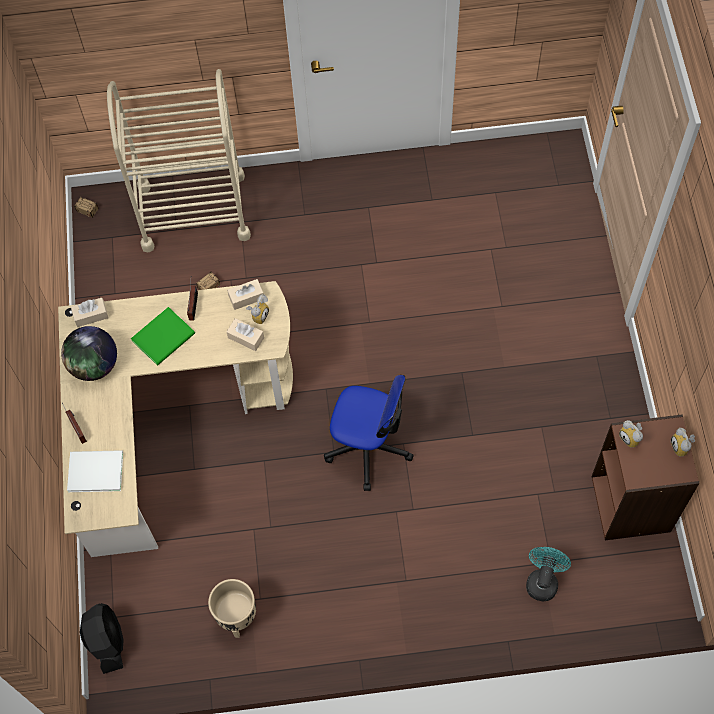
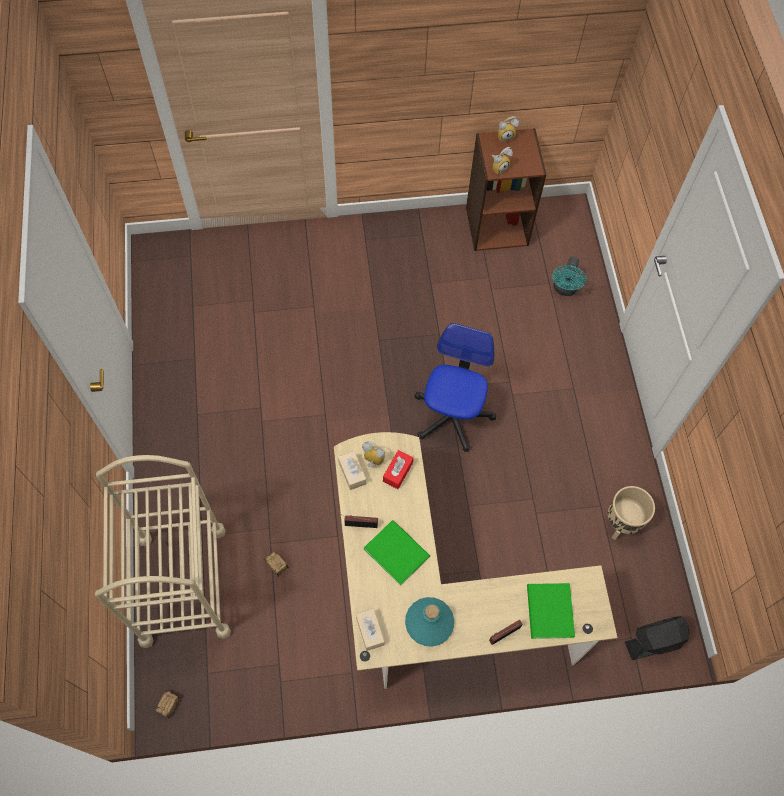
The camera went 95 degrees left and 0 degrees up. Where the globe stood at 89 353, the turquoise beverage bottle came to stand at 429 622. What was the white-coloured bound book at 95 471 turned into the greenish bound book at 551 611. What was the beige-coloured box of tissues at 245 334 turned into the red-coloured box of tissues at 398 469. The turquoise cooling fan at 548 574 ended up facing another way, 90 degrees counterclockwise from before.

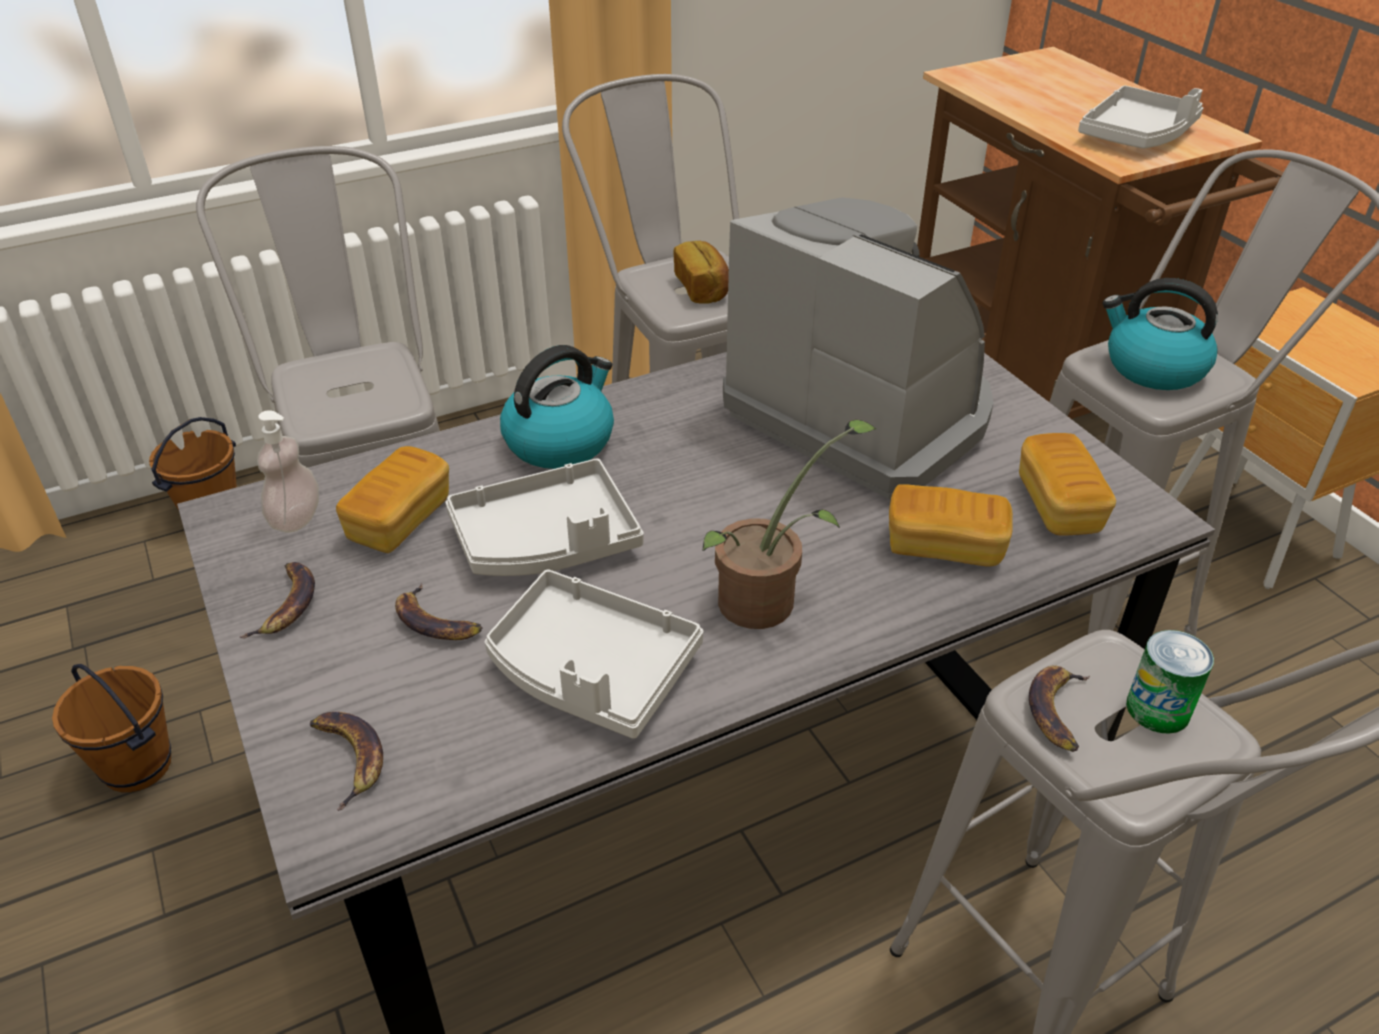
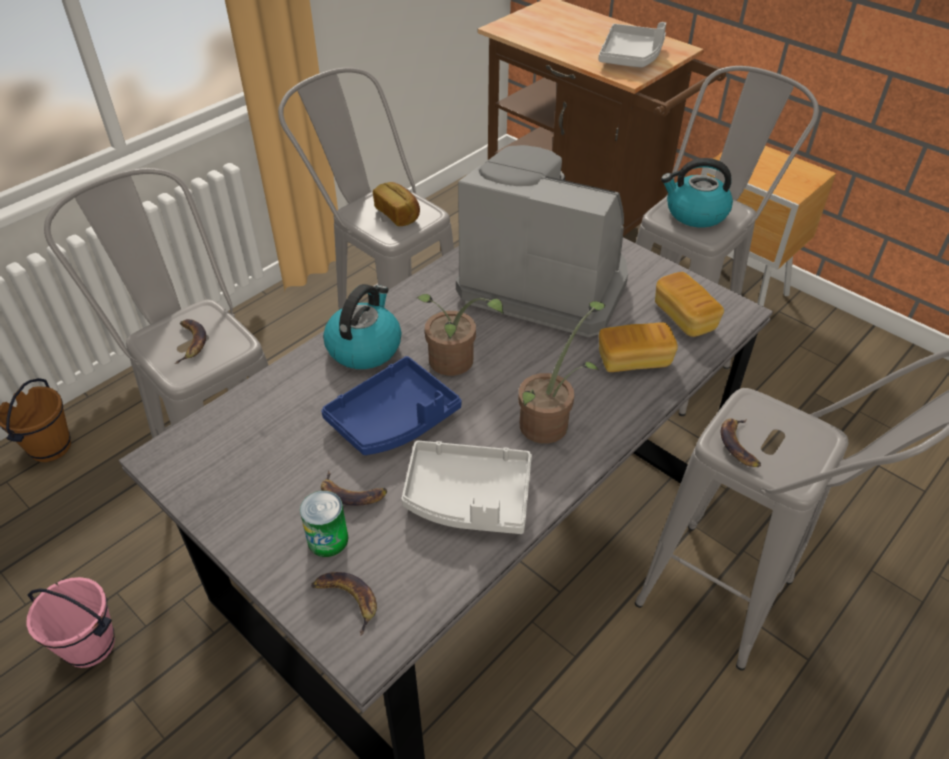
The camera went 20 degrees left and 5 degrees up. What was the brown bucket at 111 728 turned into the pink bucket at 70 622. The whole banana ended up elsewhere, having gone from 277 600 to 190 341. The second view lost the liquid soap bottle at 288 471. The second view lost the bakery bread at 392 499. What was the greyish tray at 544 517 turned into the blue-coloured tray at 391 405. The can ended up elsewhere, having gone from 1170 682 to 324 524. The second view gained the potted plant at 460 335.

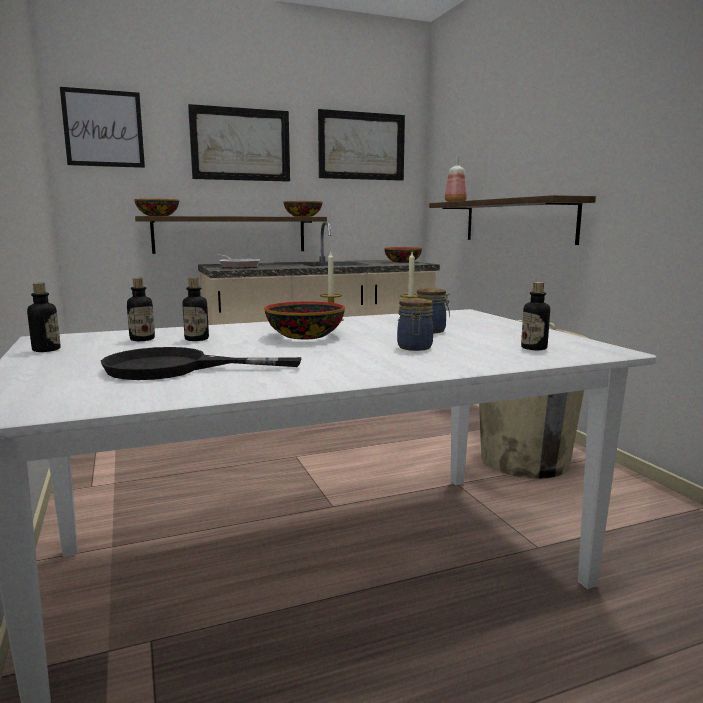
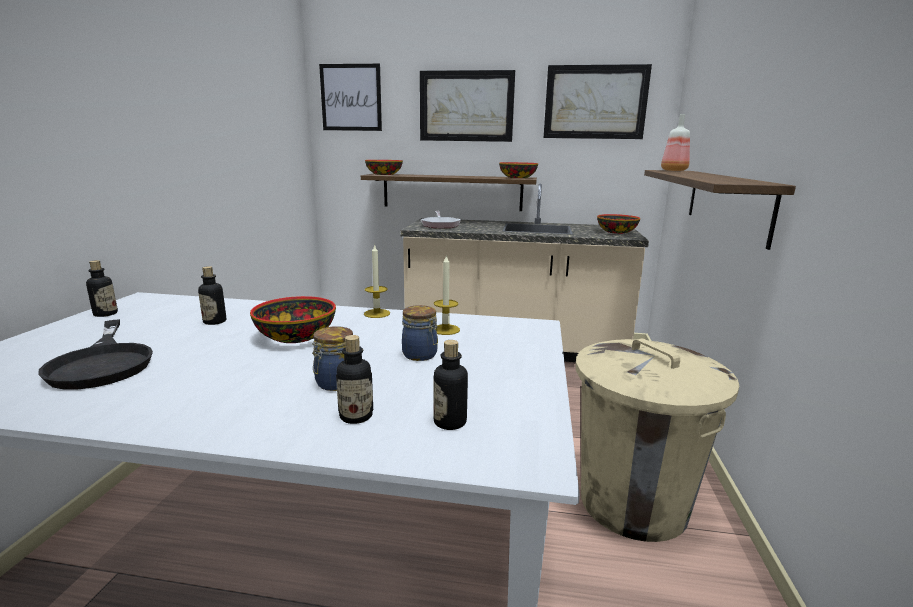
The camera went 30 degrees right and 5 degrees up. The black-coloured pan at 201 363 ended up facing another way, 150 degrees counterclockwise from before. The beverage bottle ended up elsewhere, having gone from 141 309 to 354 379.

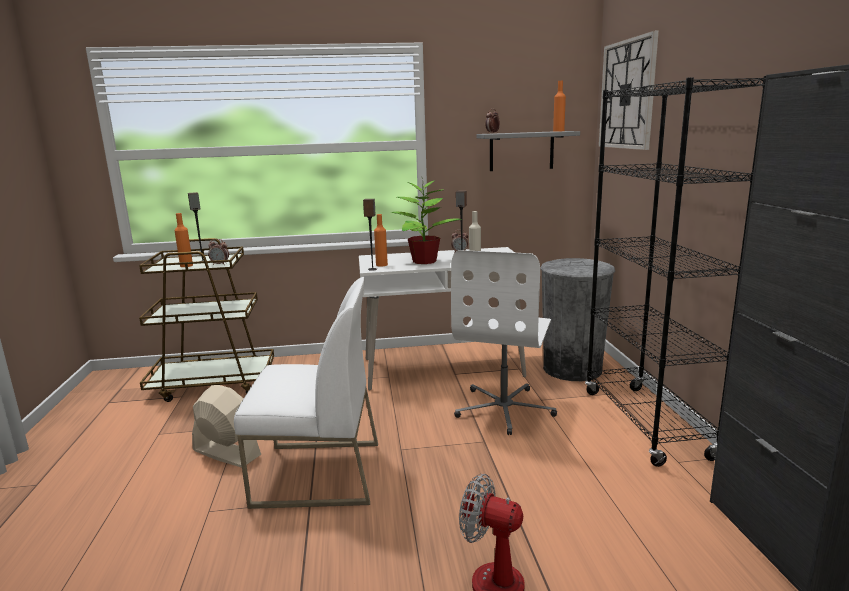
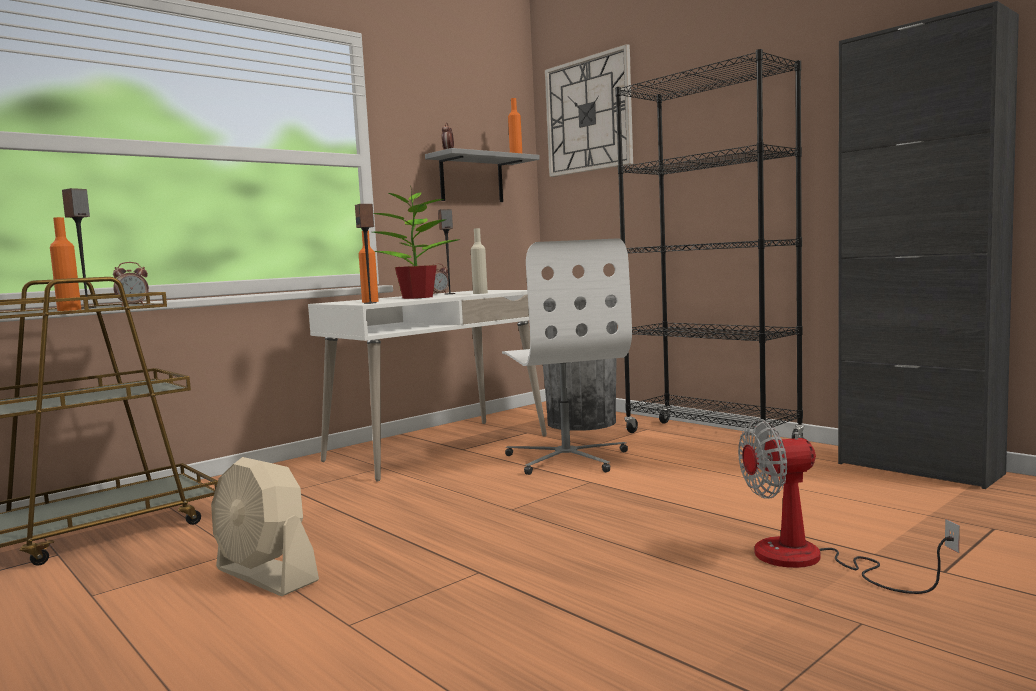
The camera went 35 degrees left and 10 degrees down. The beige-coloured cooling fan at 226 426 ended up facing another way, 135 degrees counterclockwise from before. The second view lost the white-coloured chair at 306 393.

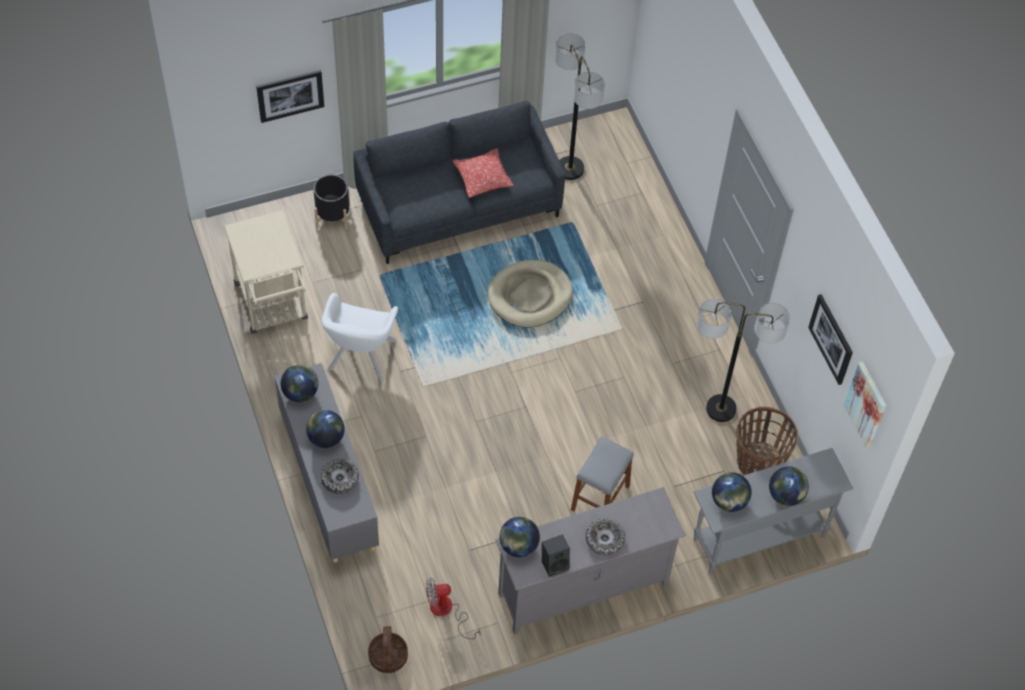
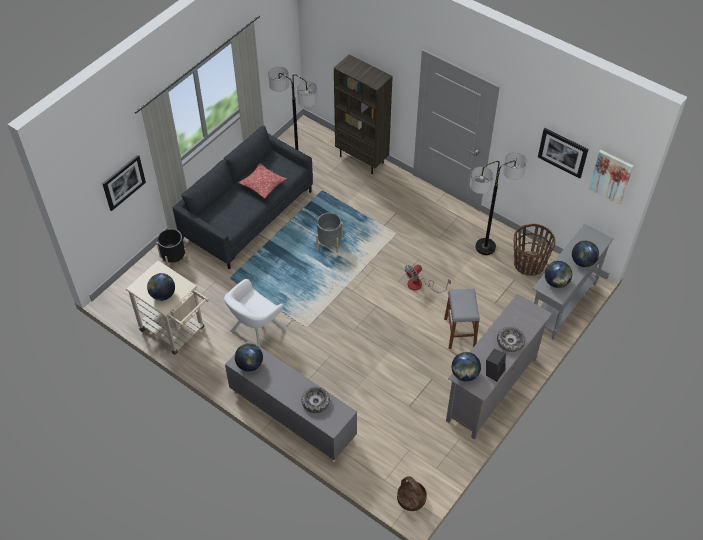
The camera went 30 degrees left and 5 degrees down. The globe ended up elsewhere, having gone from 325 429 to 161 287. The white-coloured armchair at 360 337 ended up facing another way, 60 degrees clockwise from before. The cooling fan ended up elsewhere, having gone from 453 608 to 428 279. Where the beige-coloured dog cushion stood at 530 293, the greyish flower pot came to stand at 329 232. The second view gained the brown bookshelf at 363 114.

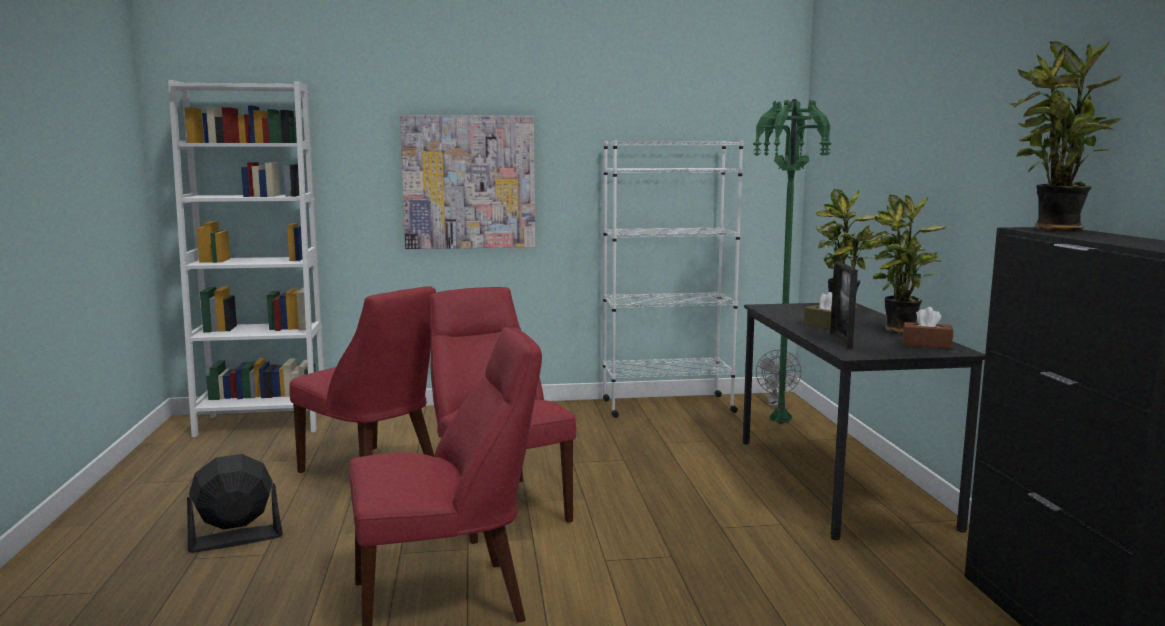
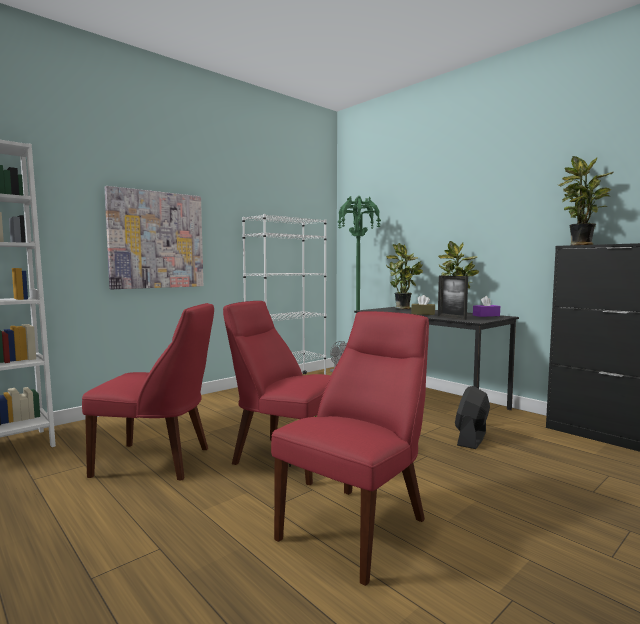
The camera went 35 degrees left and 5 degrees down. The black-coloured cooling fan ended up elsewhere, having gone from 235 503 to 472 417. What was the brown box of tissues at 928 328 turned into the purplish box of tissues at 486 306.

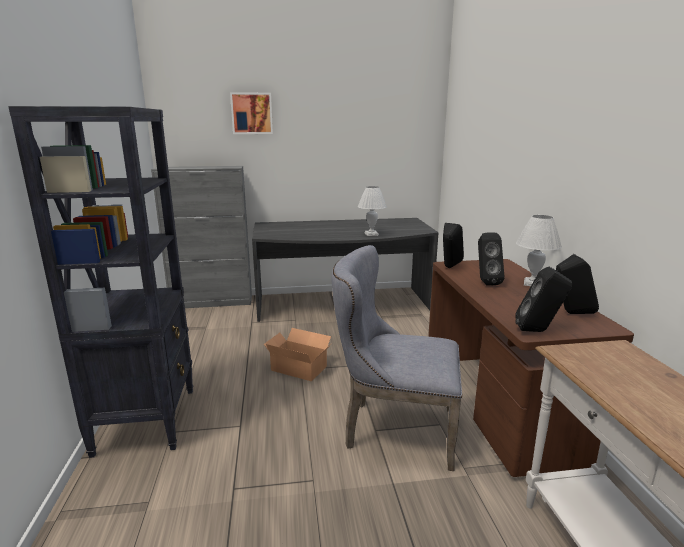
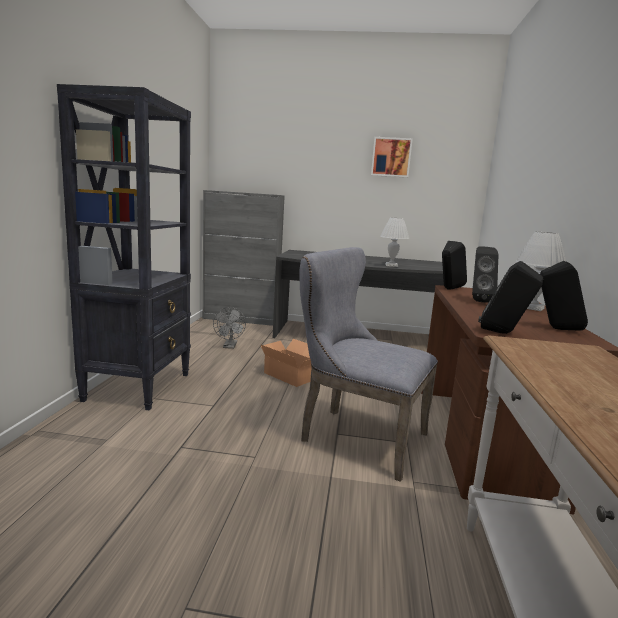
The camera went 15 degrees right and 5 degrees down. The wall art ended up elsewhere, having gone from 251 113 to 392 157. The second view gained the greyish cooling fan at 229 328.

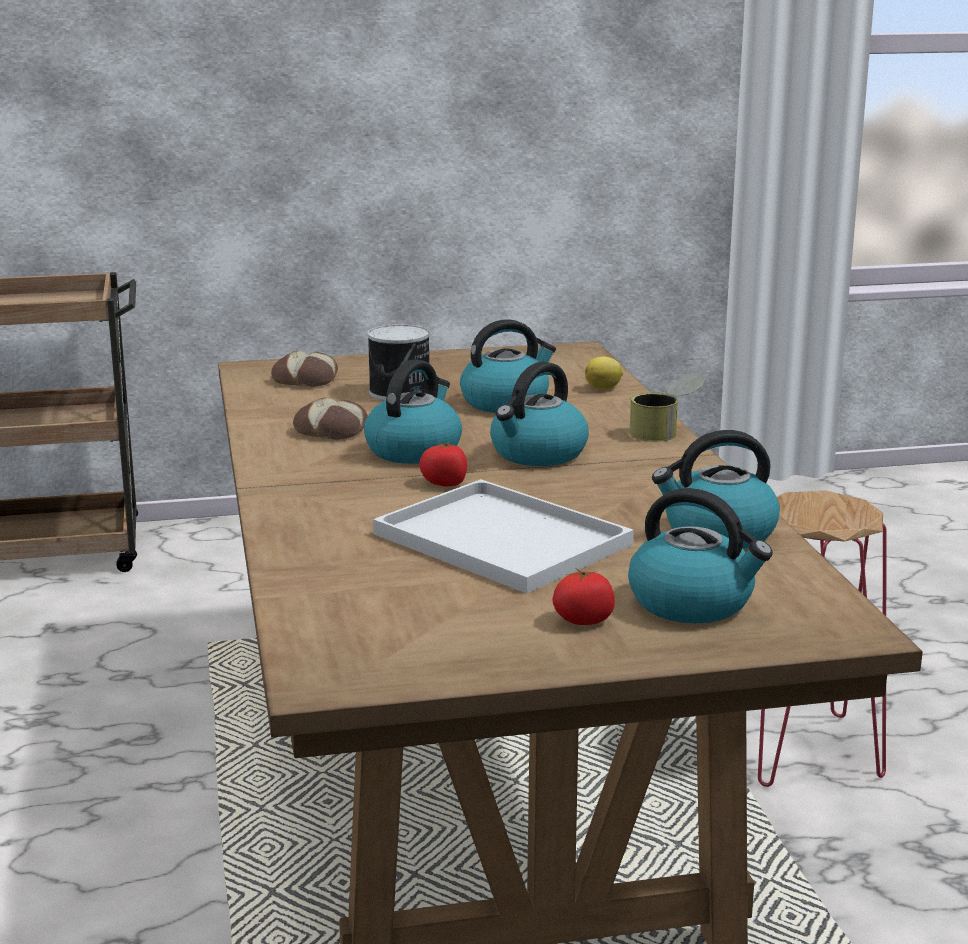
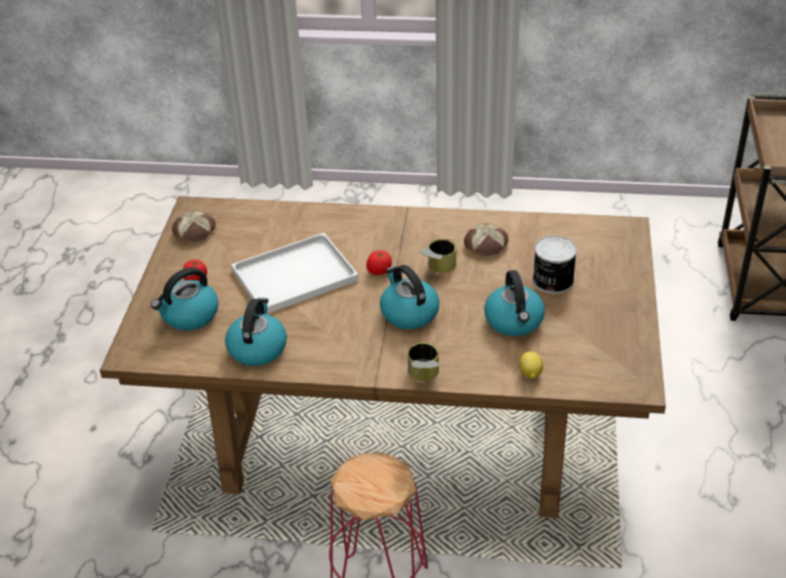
The camera went 110 degrees right and 20 degrees up. The bakery bread ended up elsewhere, having gone from 304 368 to 194 227. Where the kettle stood at 413 412, the can came to stand at 438 256.

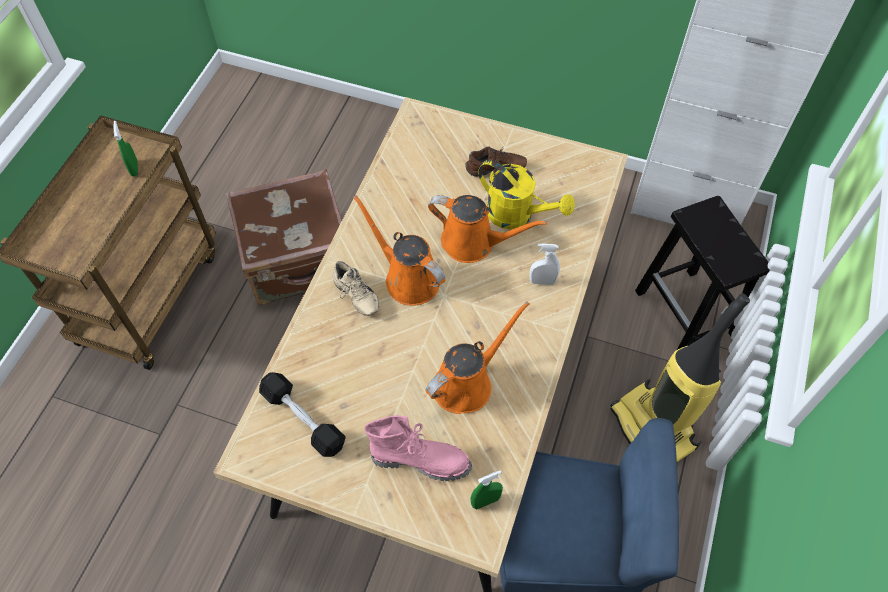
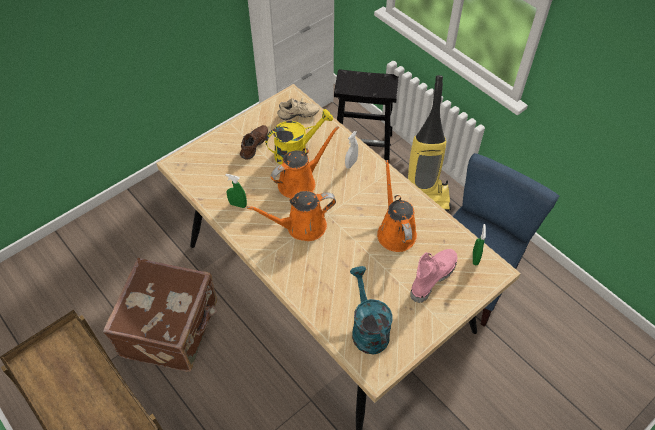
The camera went 60 degrees left and 5 degrees down. The greenish sprayer ended up elsewhere, having gone from 125 148 to 236 191. Where the black-coloured dumbbell stood at 302 414, the turquoise sprinkling can came to stand at 371 310. The beige-coloured low shoe ended up elsewhere, having gone from 356 288 to 298 109.

